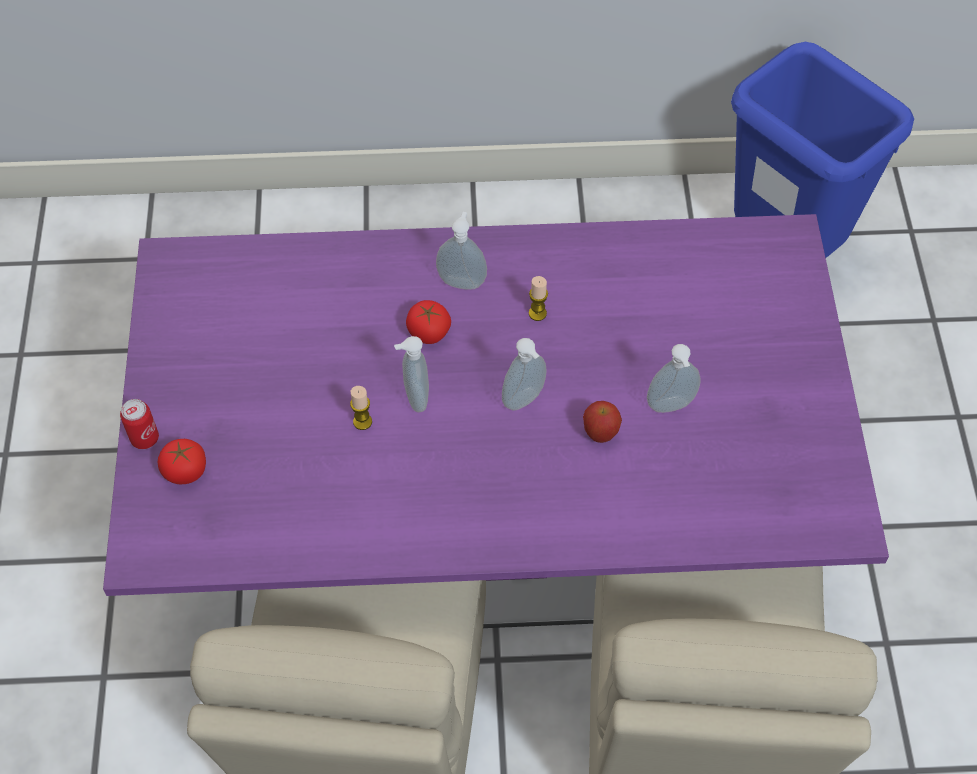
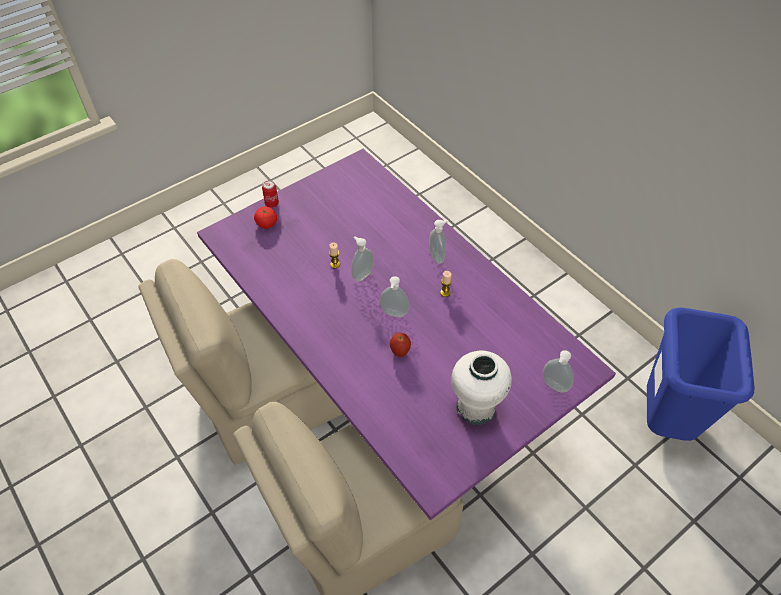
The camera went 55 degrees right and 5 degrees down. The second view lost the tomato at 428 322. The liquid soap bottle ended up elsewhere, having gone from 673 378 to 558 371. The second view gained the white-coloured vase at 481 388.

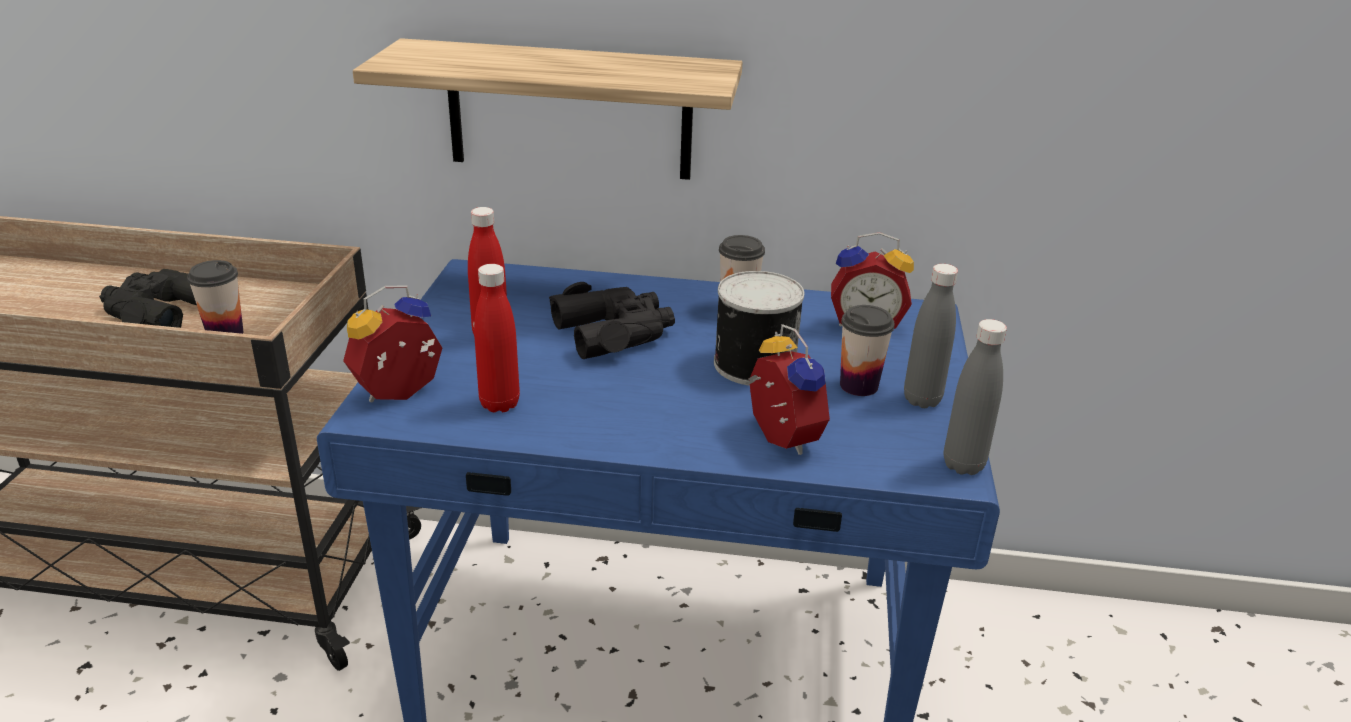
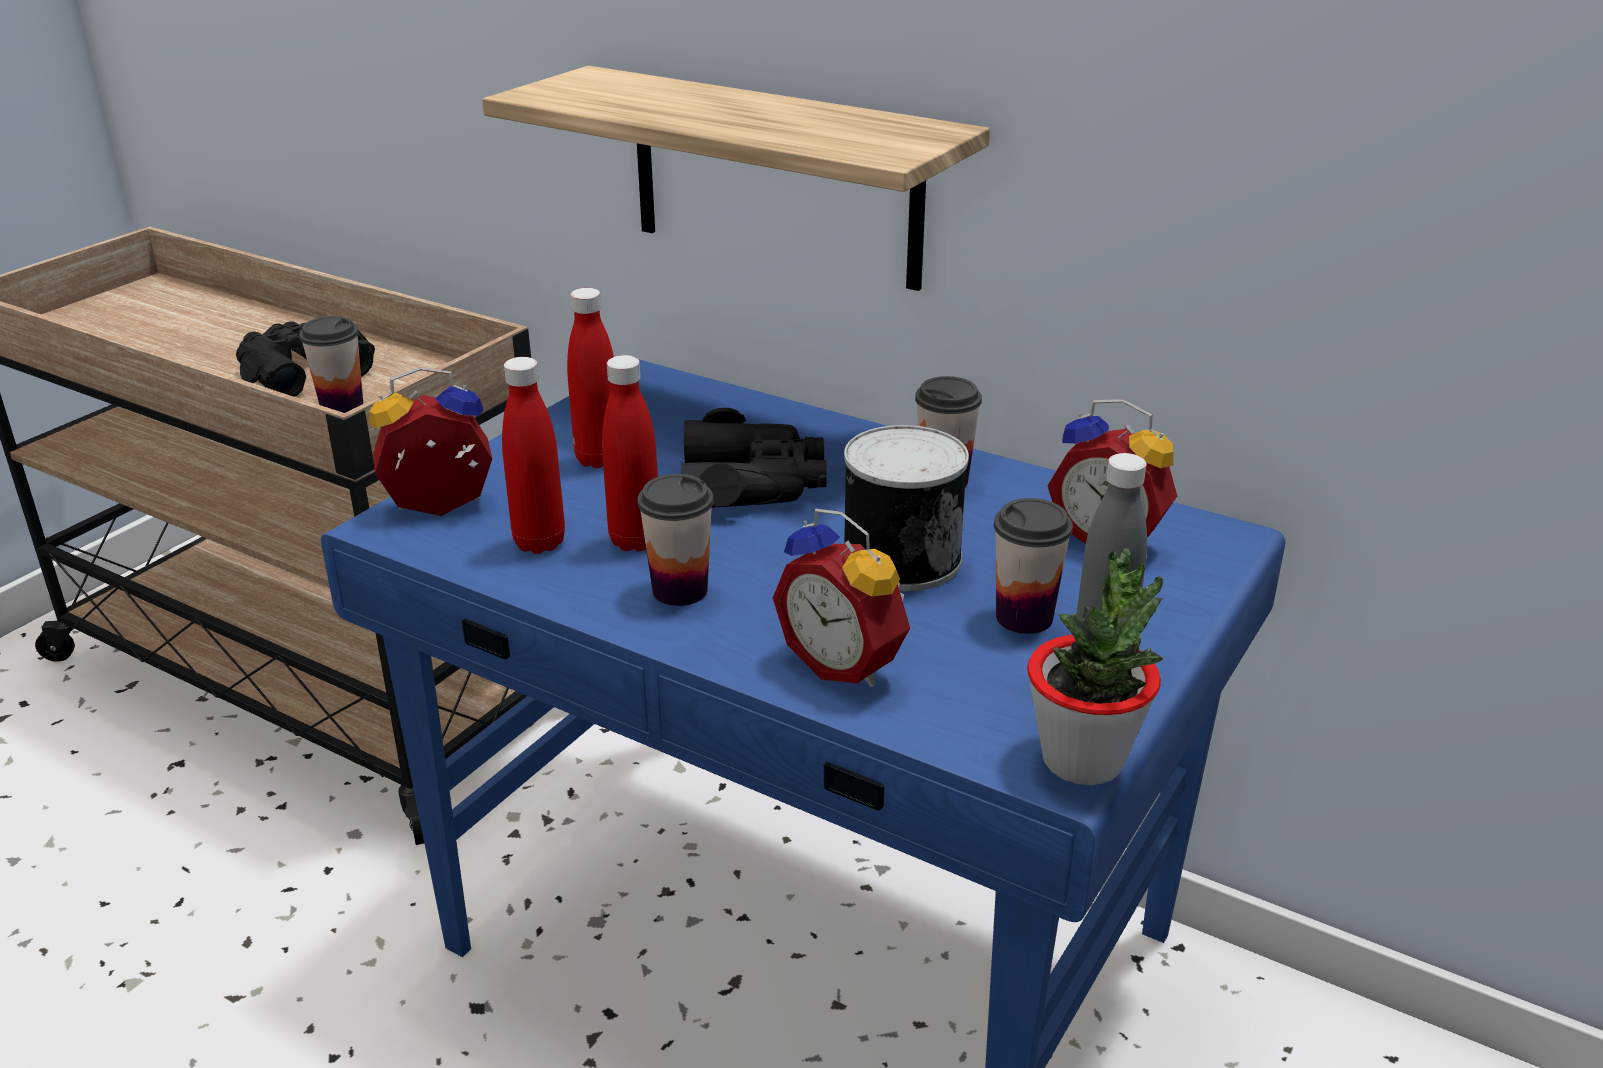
The camera went 25 degrees right and 0 degrees up. The table clock at 787 389 ended up facing another way, 135 degrees clockwise from before. Where the greyish beverage bottle stood at 975 397, the potted plant came to stand at 1095 666. The second view gained the red-coloured beverage bottle at 630 453. The second view gained the drinking cup at 676 540.

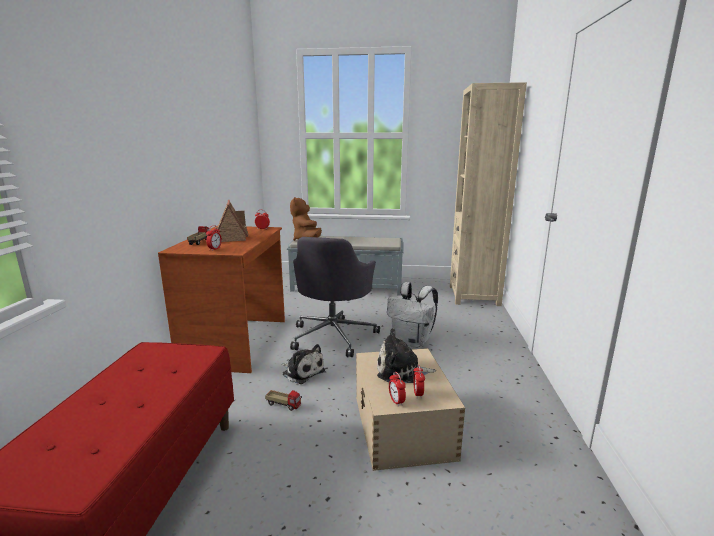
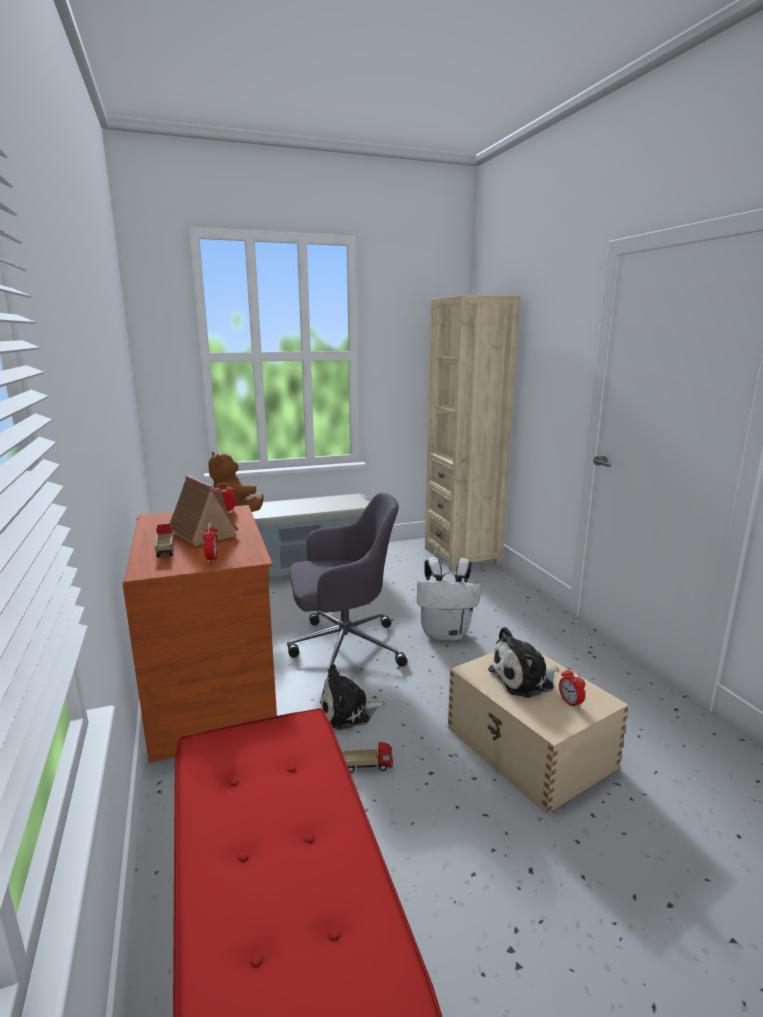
The camera went 25 degrees left and 0 degrees up. The plush toy at 303 364 ended up facing another way, 150 degrees clockwise from before. The greyish office chair at 335 297 ended up facing another way, 90 degrees counterclockwise from before. The second view lost the table clock at 397 389.

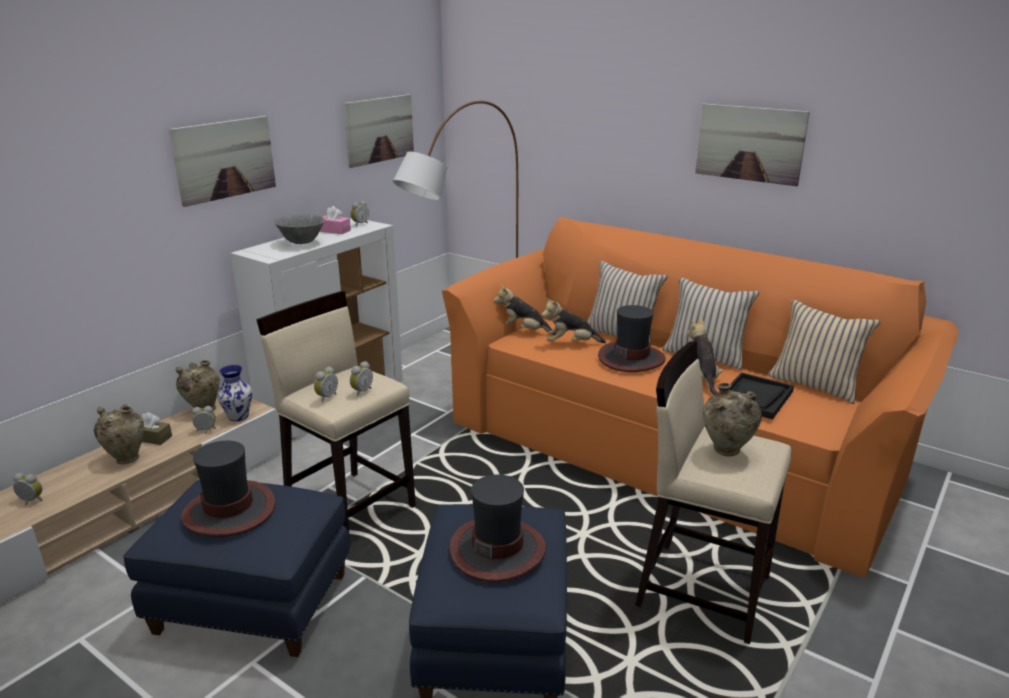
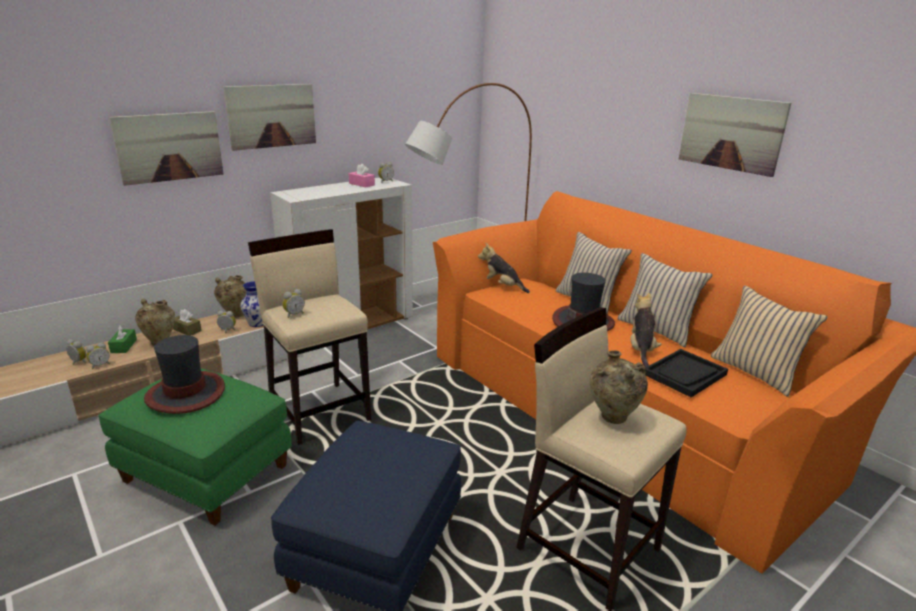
The camera went 15 degrees right and 0 degrees up. What was the blue-coloured footrest at 236 568 turned into the greenish footrest at 195 446. The second view lost the greyish bowl at 299 229. The wall art ended up elsewhere, having gone from 379 131 to 166 148. The table clock ended up elsewhere, having gone from 361 378 to 98 355. The second view lost the wearable hat at 497 528. The second view lost the plush toy at 574 320. The second view gained the greenish box of tissues at 122 338.

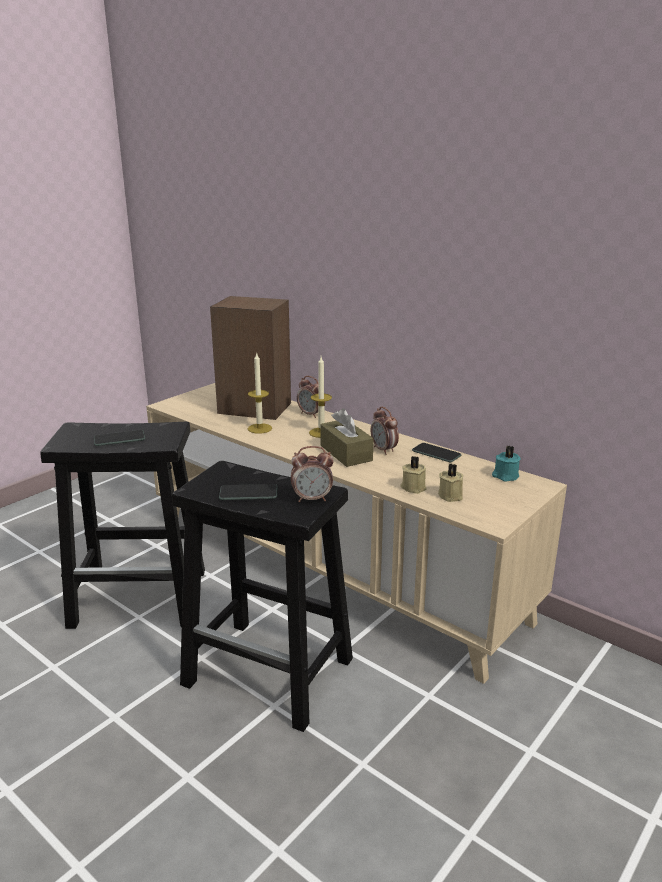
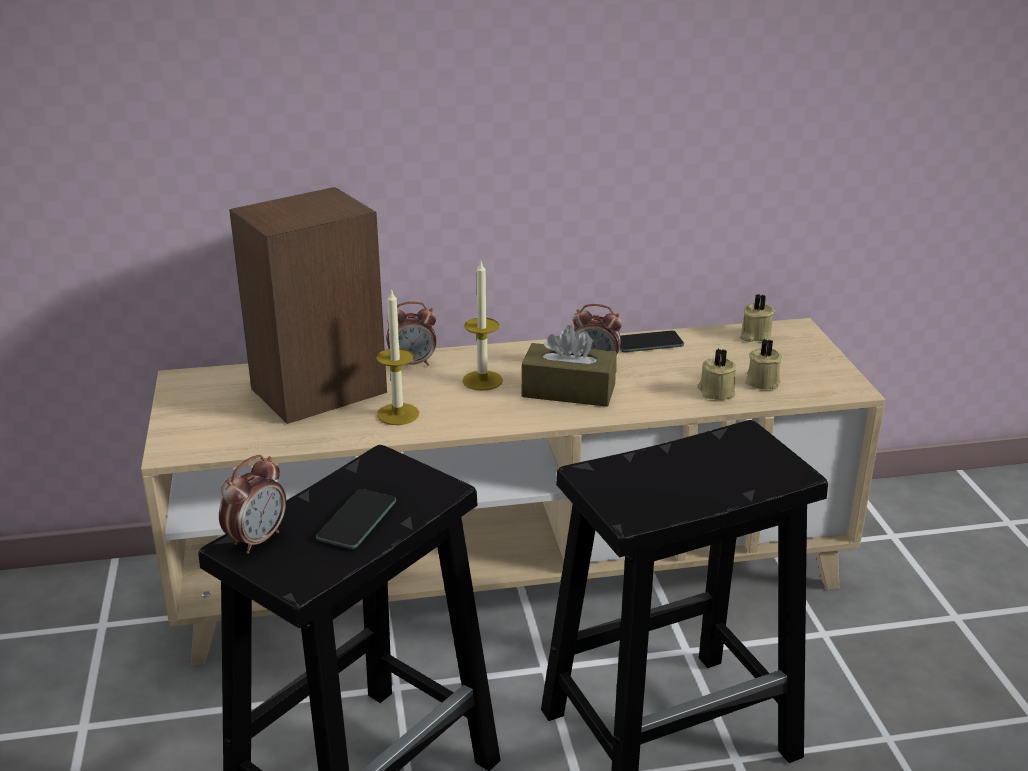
The camera went 50 degrees left and 5 degrees up. The second view lost the handset at 248 492. The table clock ended up elsewhere, having gone from 312 474 to 252 504. What was the turquoise wax candle at 506 463 turned into the beige-coloured wax candle at 757 318.

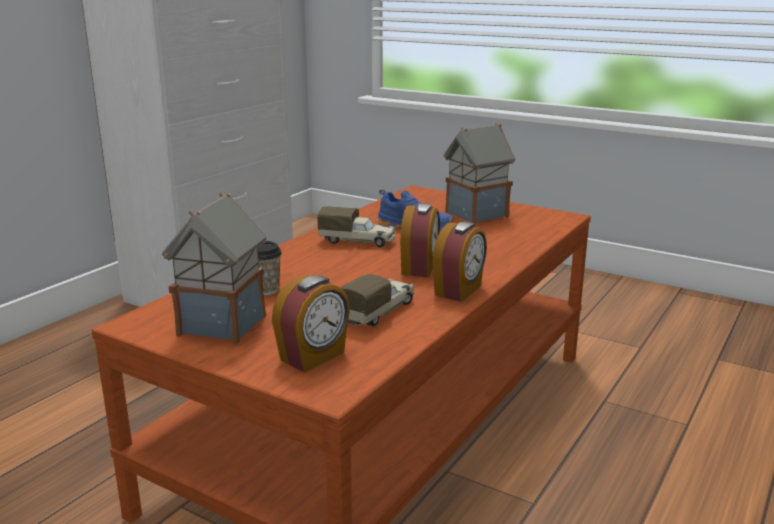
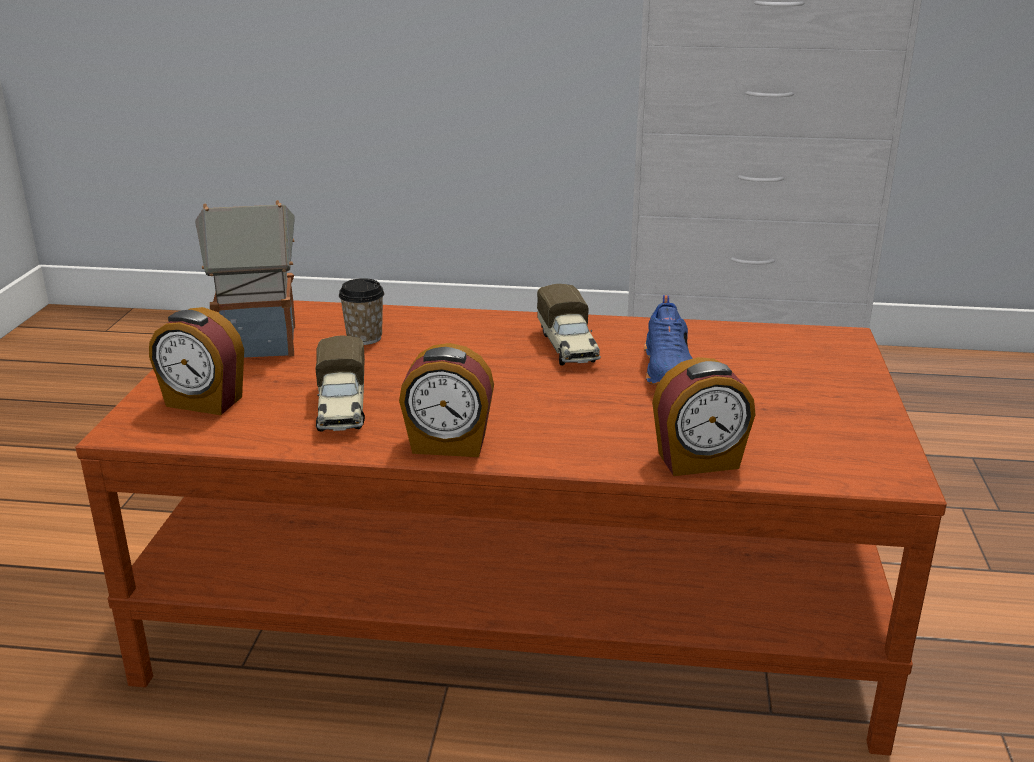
The camera went 65 degrees right and 5 degrees up. The toy truck at 377 300 ended up facing another way, 75 degrees clockwise from before. The table clock ended up elsewhere, having gone from 420 240 to 704 416. The second view lost the miniature house at 479 173.

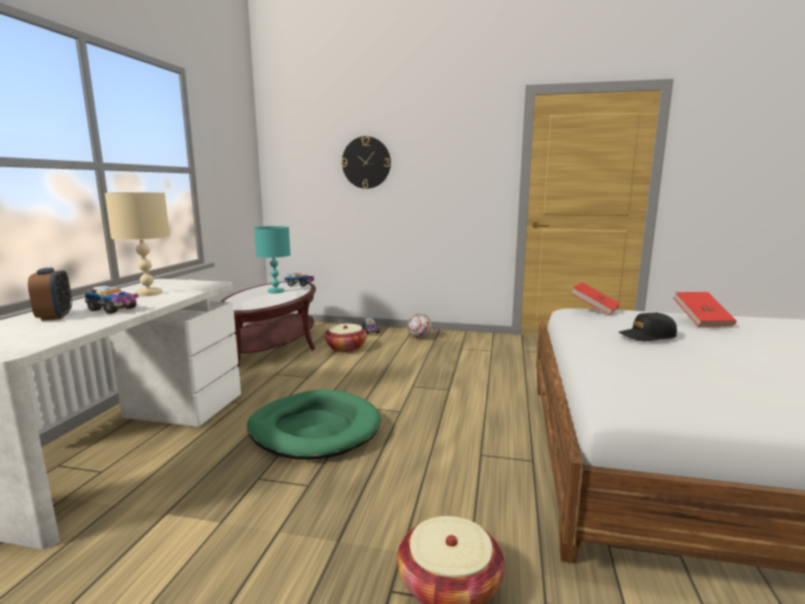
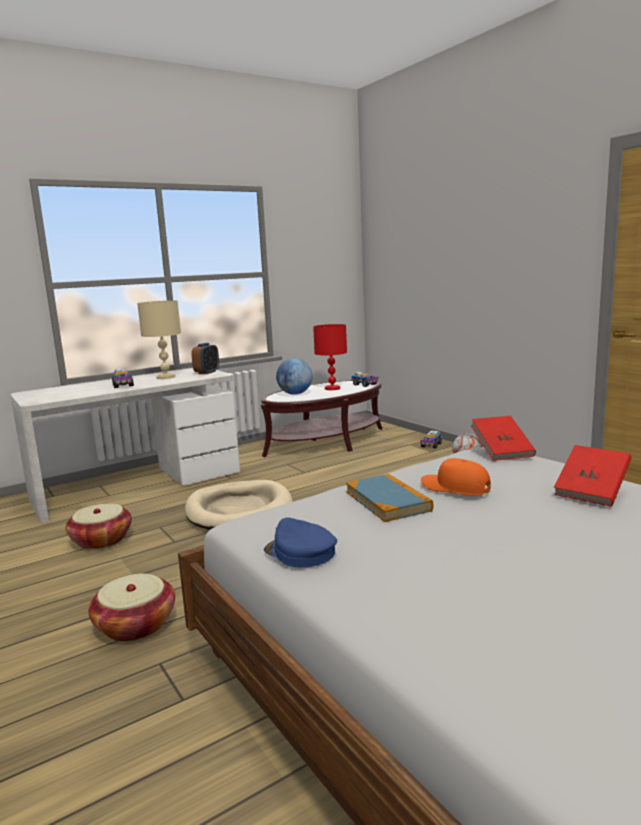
The camera went 45 degrees right and 0 degrees up. The table clock ended up elsewhere, having gone from 50 294 to 205 358. What was the greenish dog cushion at 314 424 turned into the beige-coloured dog cushion at 239 505. What was the turquoise table lamp at 272 259 turned into the red-coloured table lamp at 330 357. The household basket ended up elsewhere, having gone from 345 337 to 99 526. The second view lost the clock on the wall at 366 162. What was the black-coloured peaked cap at 648 326 turned into the orangey peaked cap at 456 477. The second view gained the blue-coloured peaked cap at 300 543. The second view gained the globe at 294 376. The second view gained the bound book at 390 498.

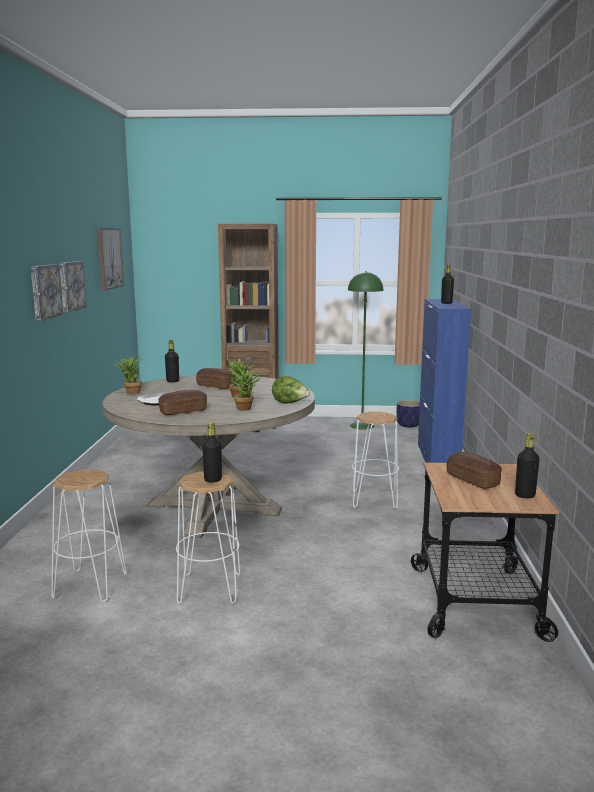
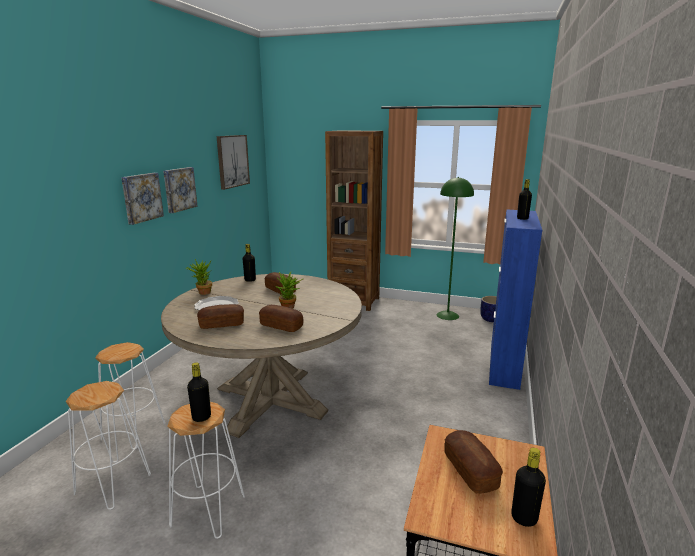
The camera went 15 degrees right and 5 degrees up. Where the potted plant stood at 247 390, the bakery bread came to stand at 281 318. The second view lost the lettuce at 291 390. The white-coloured stool seat ended up elsewhere, having gone from 375 460 to 130 395.

